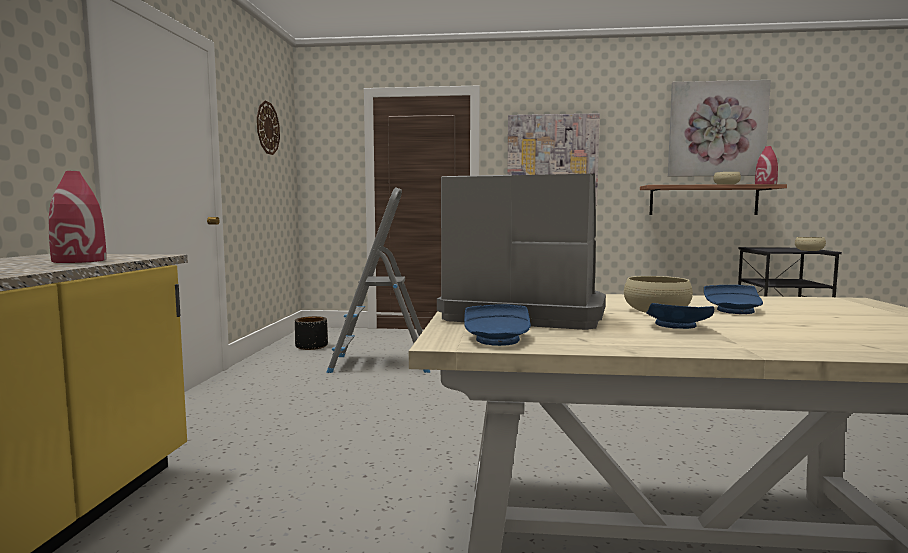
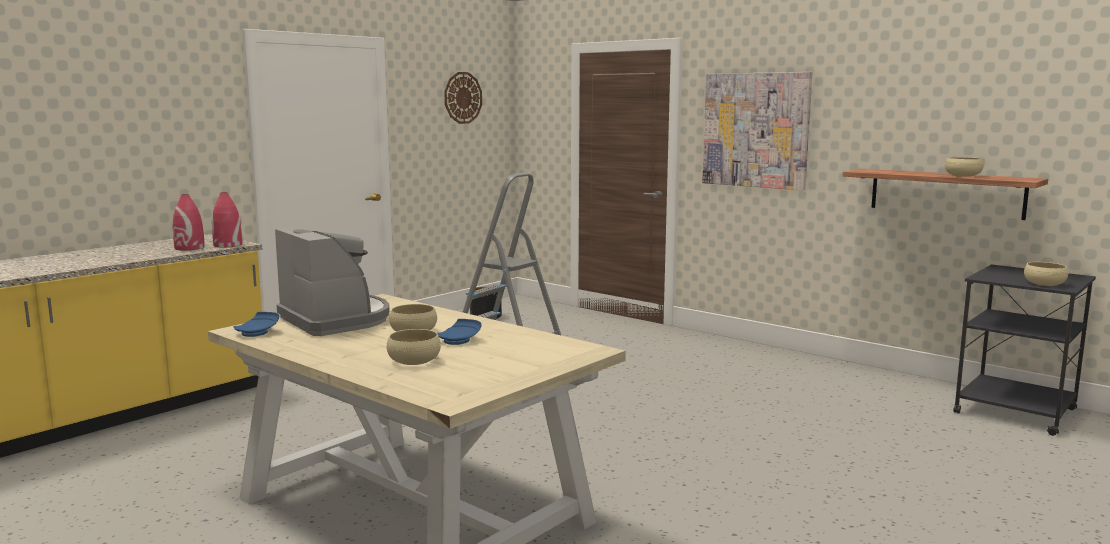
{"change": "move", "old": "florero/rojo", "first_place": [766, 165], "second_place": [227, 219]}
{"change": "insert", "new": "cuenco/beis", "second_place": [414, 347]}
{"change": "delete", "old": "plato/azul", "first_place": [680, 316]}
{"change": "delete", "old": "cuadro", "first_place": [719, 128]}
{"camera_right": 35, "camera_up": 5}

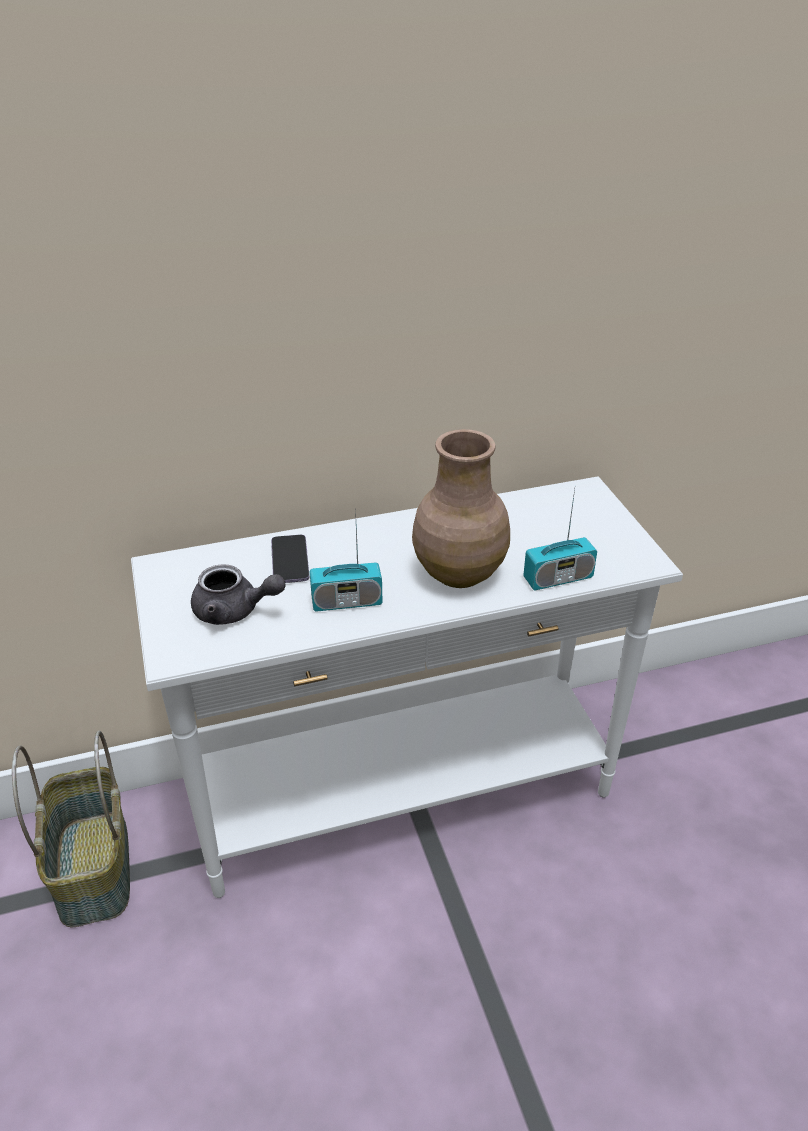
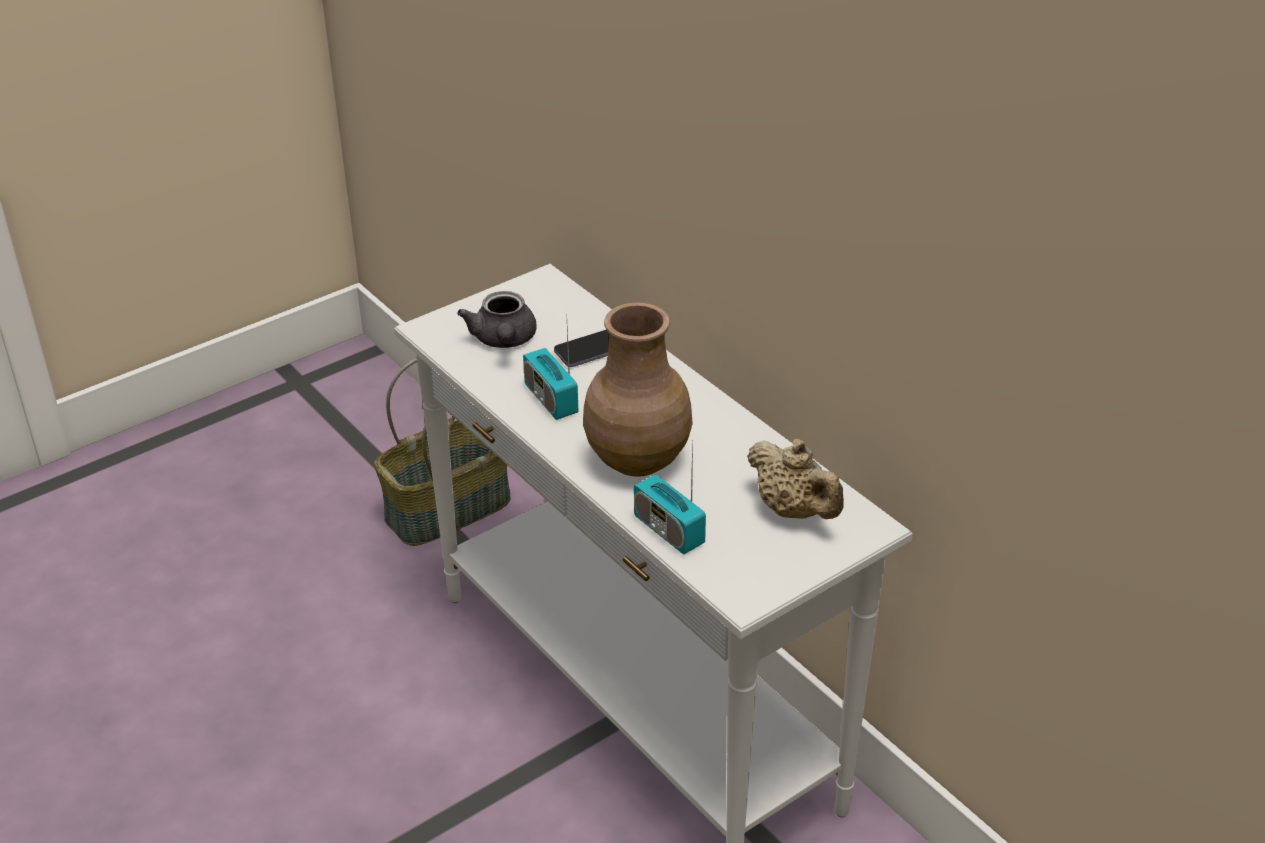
{"change": "insert", "new": "tetera/beis", "second_place": [795, 479]}
{"camera_right": 70, "camera_up": 0}

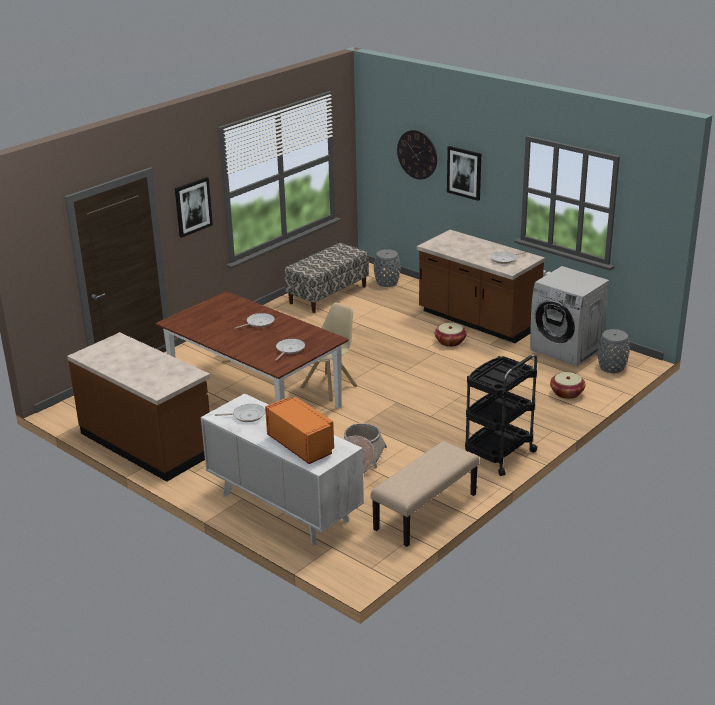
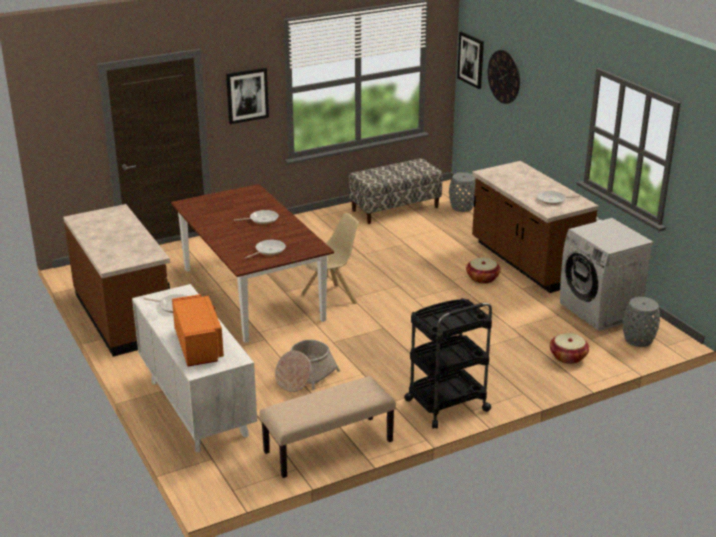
{"change": "move", "old": "cuadro", "first_place": [464, 173], "second_place": [470, 60]}
{"camera_right": 20, "camera_up": 0}

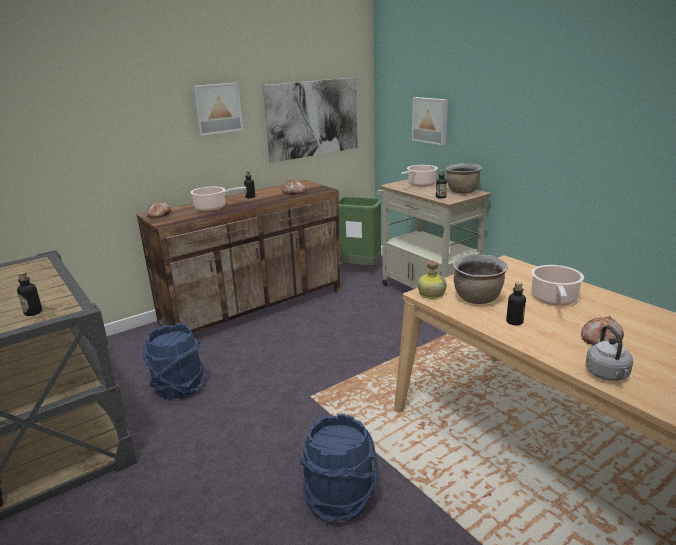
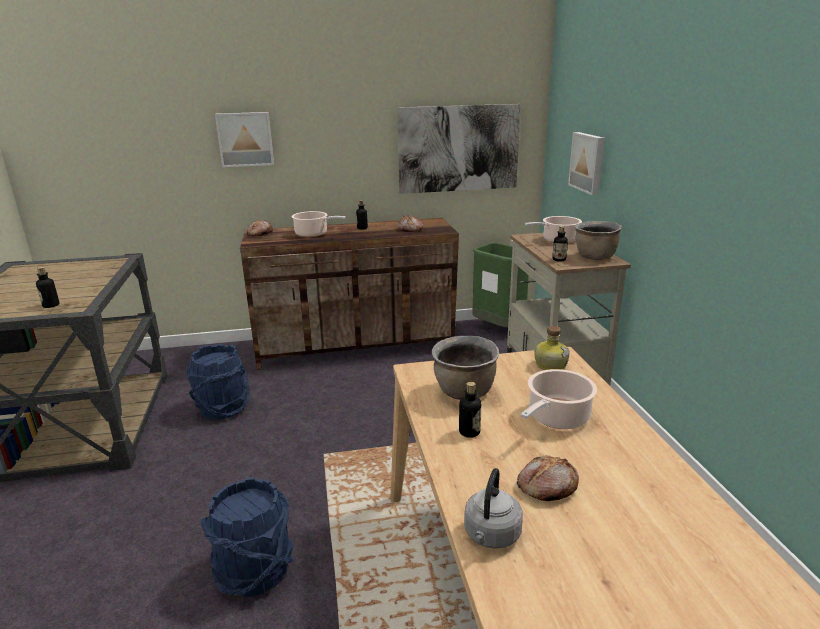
{"change": "move", "old": "cuadro", "first_place": [217, 109], "second_place": [244, 139]}
{"change": "move", "old": "botella", "first_place": [432, 280], "second_place": [552, 348]}
{"camera_right": 25, "camera_up": 0}

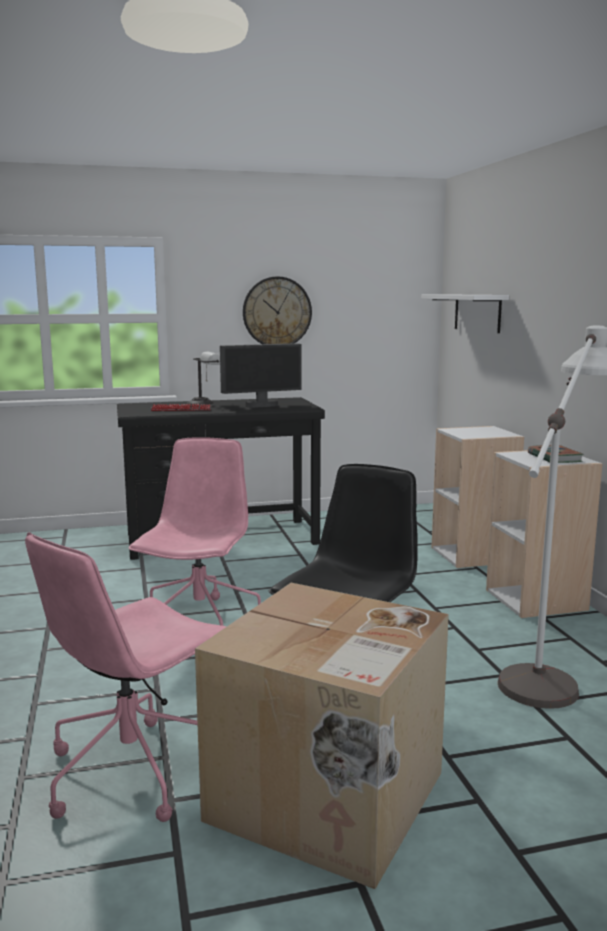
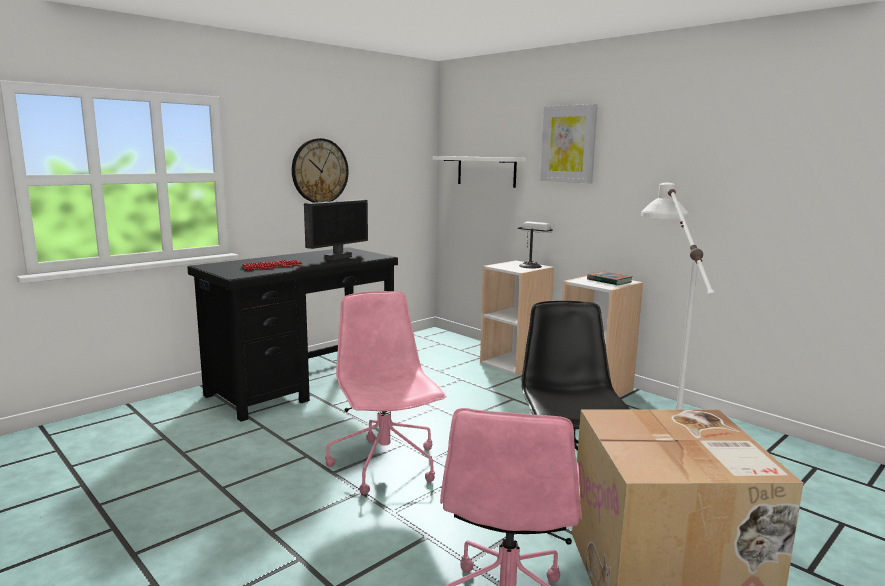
{"change": "move", "old": "lámpara de mesa", "first_place": [203, 378], "second_place": [535, 245]}
{"change": "insert", "new": "cuadro", "second_place": [569, 143]}
{"camera_right": -30, "camera_up": 0}

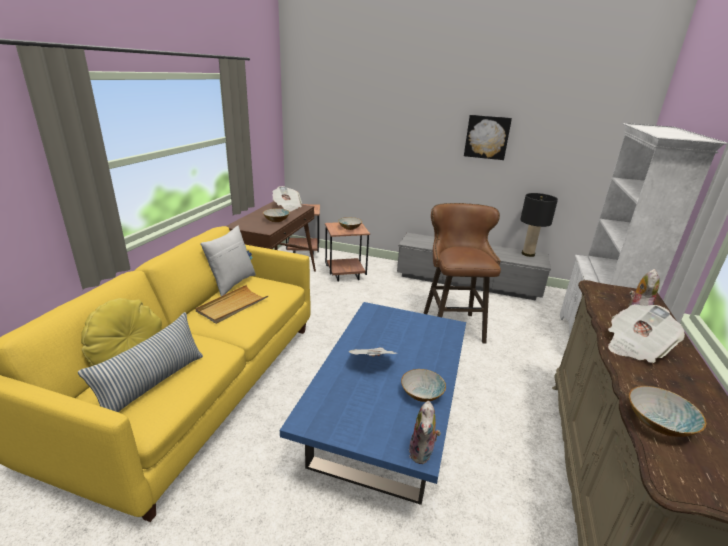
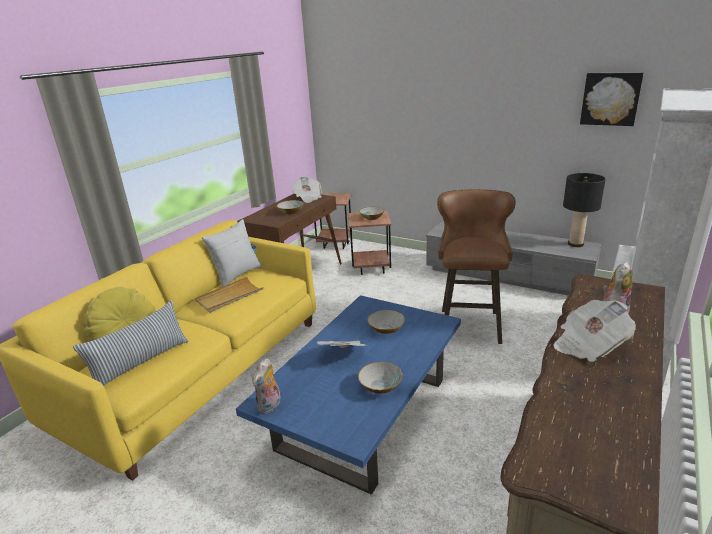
{"change": "move", "old": "peluche", "first_place": [425, 432], "second_place": [266, 386]}
{"change": "move", "old": "cuenco", "first_place": [667, 411], "second_place": [386, 322]}
{"change": "move", "old": "cuadro", "first_place": [488, 137], "second_place": [612, 99]}
{"camera_right": 15, "camera_up": 0}

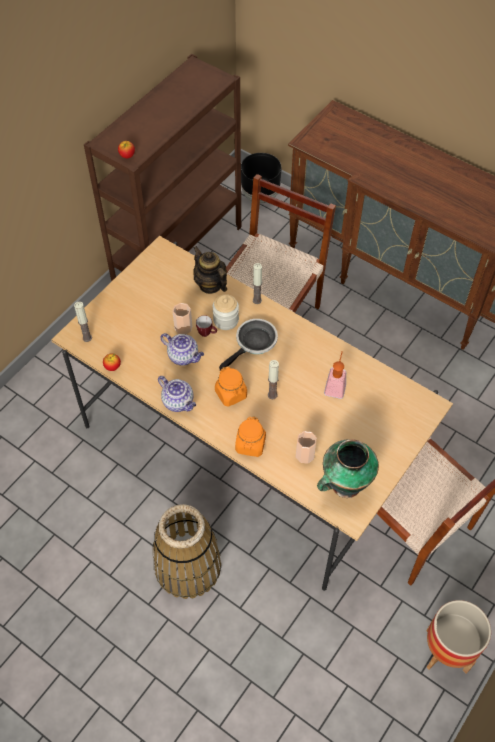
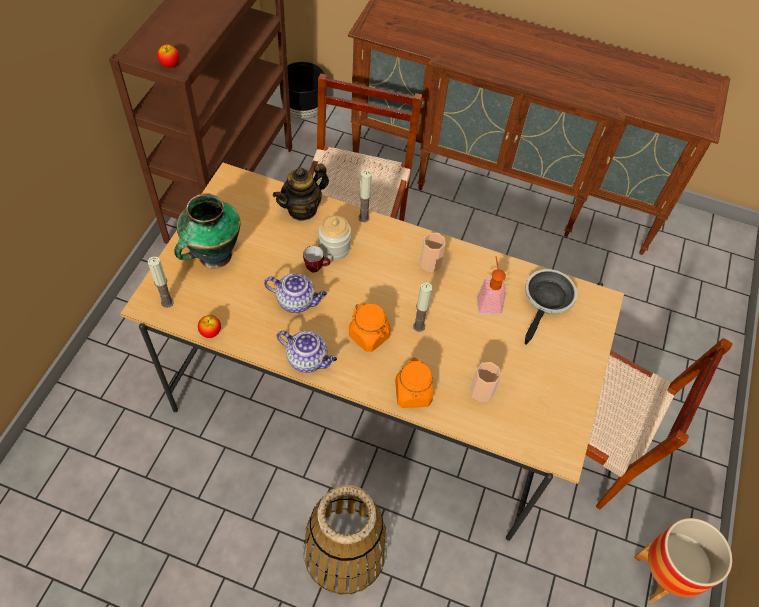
{"change": "move", "old": "florero", "first_place": [348, 468], "second_place": [207, 231]}
{"change": "rotate", "old": "tetera", "first_place": [210, 270], "second_place": [301, 192], "degrees": -75}
{"change": "move", "old": "taza", "first_place": [182, 318], "second_place": [433, 252]}
{"change": "move", "old": "sartén", "first_place": [248, 345], "second_place": [551, 307]}
{"camera_right": -20, "camera_up": 0}

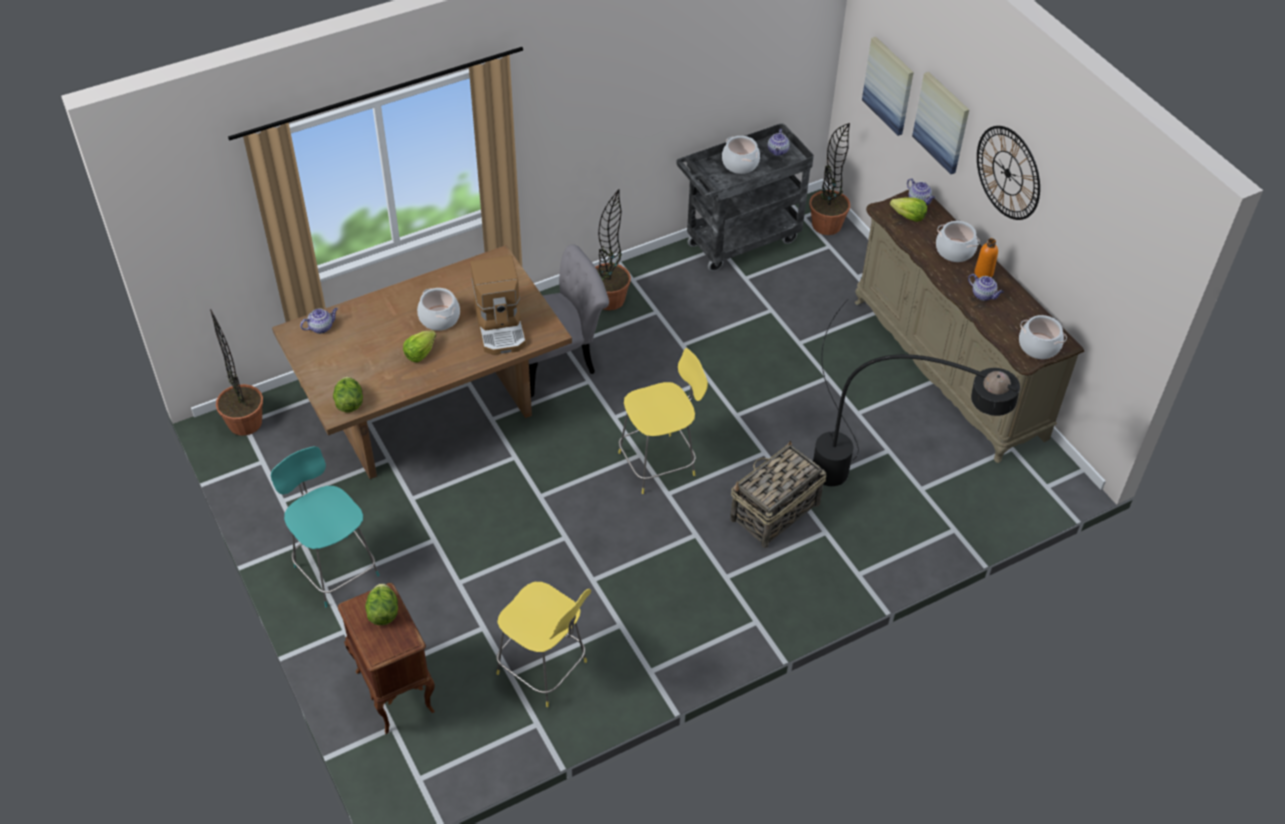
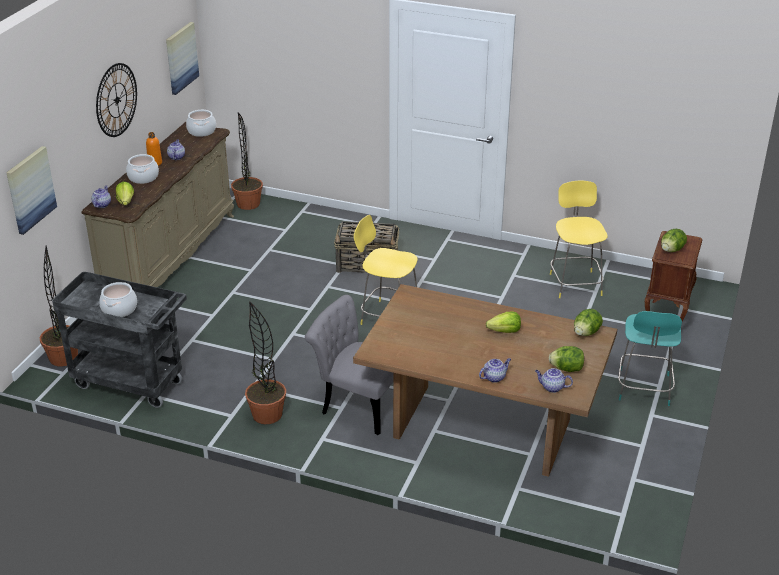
{"change": "move", "old": "cuadro", "first_place": [940, 123], "second_place": [182, 58]}
{"change": "move", "old": "planta en maceta", "first_place": [236, 372], "second_place": [247, 161]}
{"change": "move", "old": "tetera", "first_place": [779, 142], "second_place": [495, 370]}
{"change": "insert", "new": "lechuga", "second_place": [566, 359]}
{"change": "delete", "old": "olla", "first_place": [438, 309]}
{"change": "delete", "old": "cafetera", "first_place": [498, 305]}
{"change": "delete", "old": "lámpara de pie/negro", "first_place": [916, 392]}
{"camera_right": -130, "camera_up": -15}

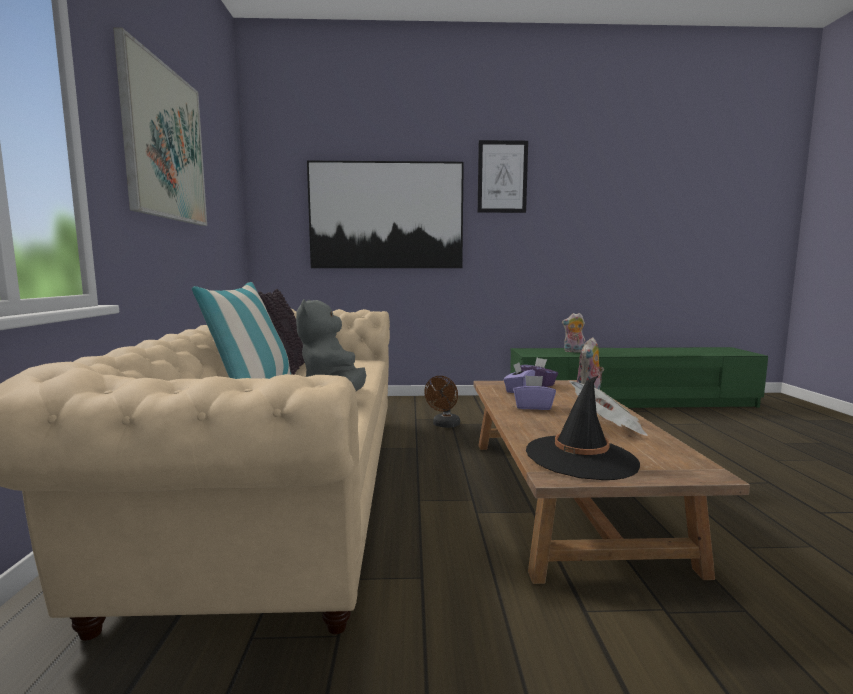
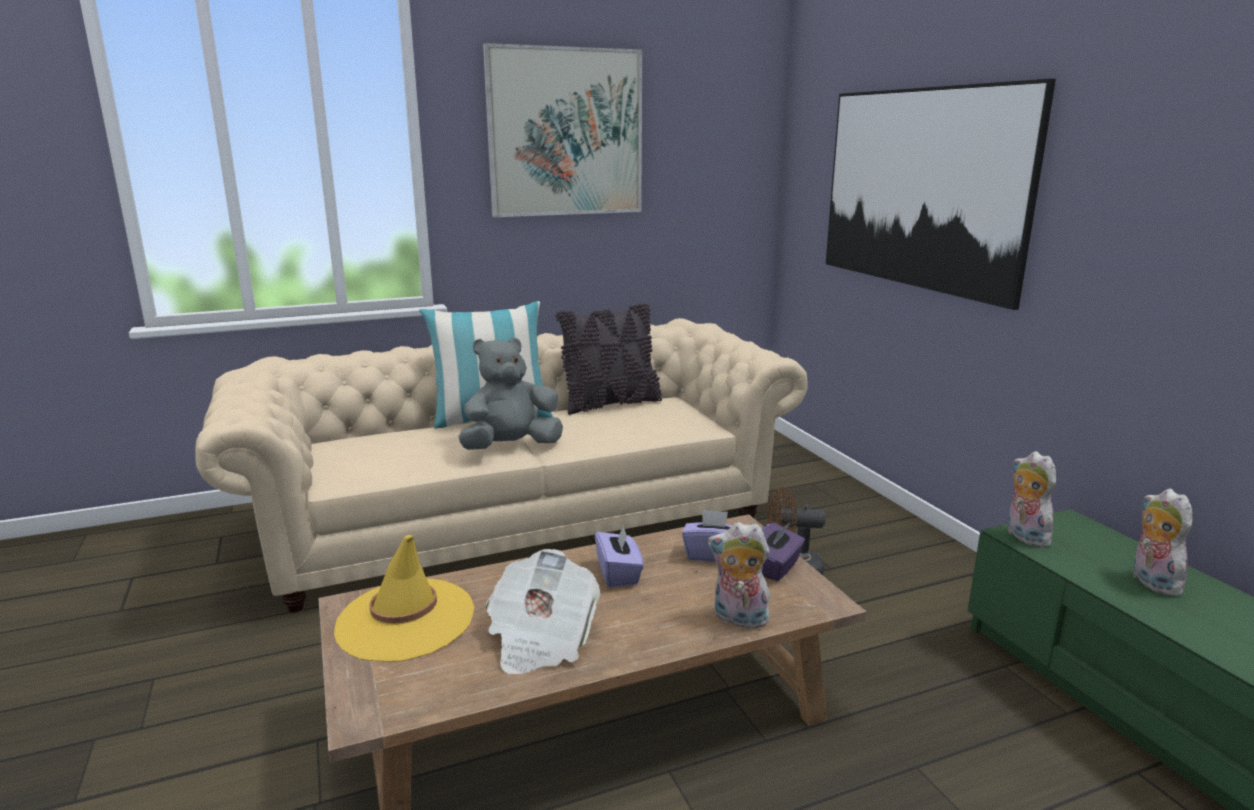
{"change": "recolor", "old": "sombrero/negro", "new": "sombrero/amarillo", "first_place": [583, 427], "second_place": [404, 598]}
{"change": "insert", "new": "peluche", "second_place": [1032, 499]}
{"change": "delete", "old": "cuadro", "first_place": [503, 176]}
{"camera_right": 70, "camera_up": 10}

